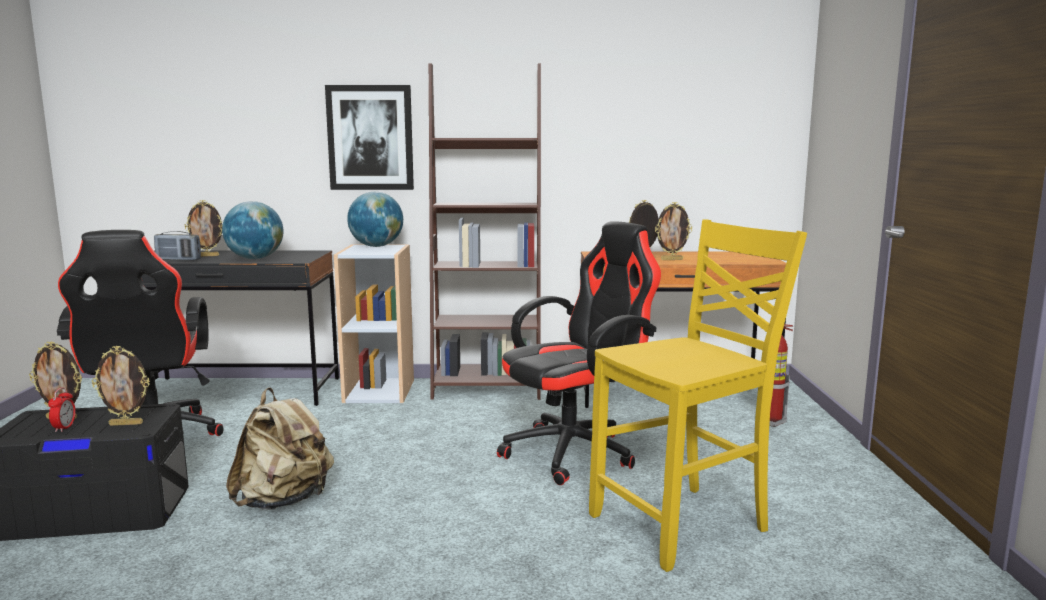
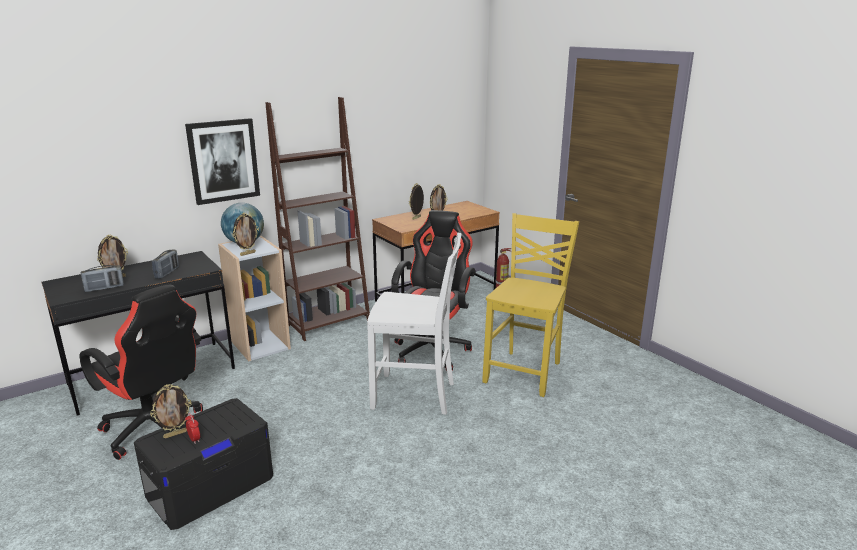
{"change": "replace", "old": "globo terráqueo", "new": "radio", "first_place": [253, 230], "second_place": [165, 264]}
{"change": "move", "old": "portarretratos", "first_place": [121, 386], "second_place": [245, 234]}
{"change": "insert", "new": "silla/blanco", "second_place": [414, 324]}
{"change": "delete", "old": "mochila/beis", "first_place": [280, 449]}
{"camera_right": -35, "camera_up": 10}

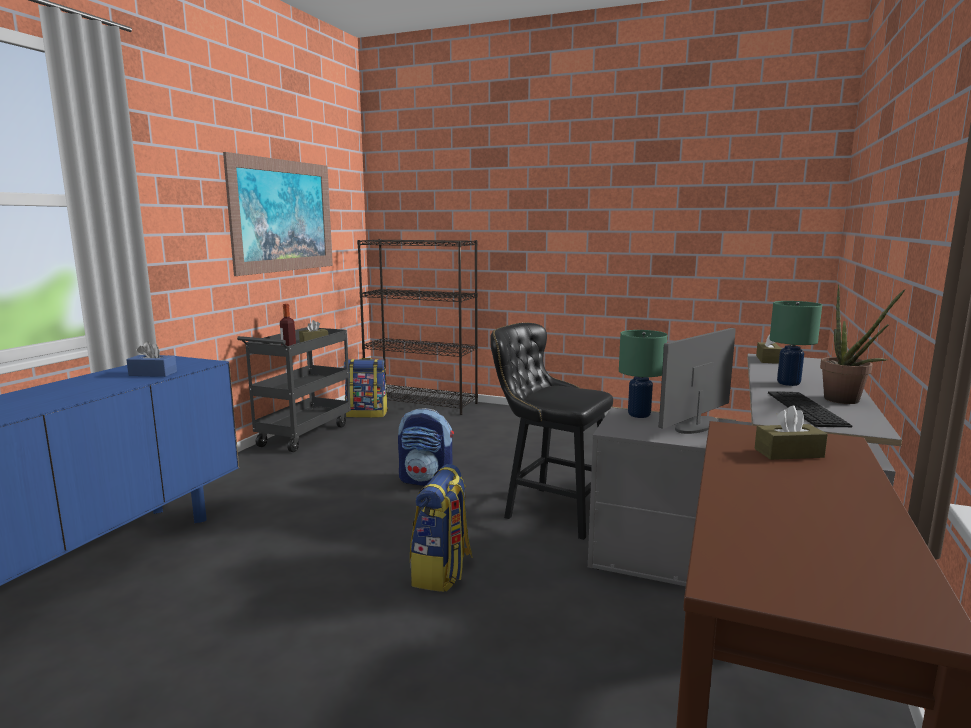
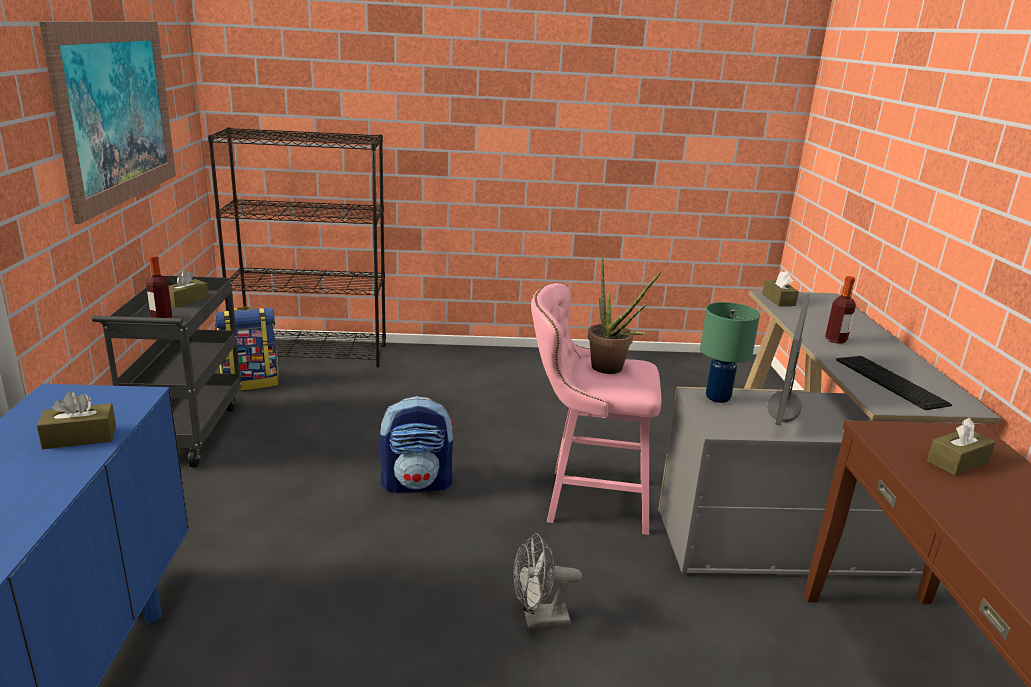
{"change": "recolor", "old": "caja de pañuelos/azul", "new": "caja de pañuelos/marrón", "first_place": [151, 359], "second_place": [76, 420]}
{"change": "replace", "old": "mochila", "new": "ventilador/gris", "first_place": [441, 528], "second_place": [547, 581]}
{"change": "recolor", "old": "taburete/negro", "new": "taburete/rosa", "first_place": [551, 431], "second_place": [596, 409]}
{"change": "move", "old": "planta en maceta", "first_place": [862, 344], "second_place": [624, 315]}
{"change": "replace", "old": "lámpara de mesa/verde", "new": "botella", "first_place": [796, 343], "second_place": [840, 309]}
{"camera_right": -25, "camera_up": 10}

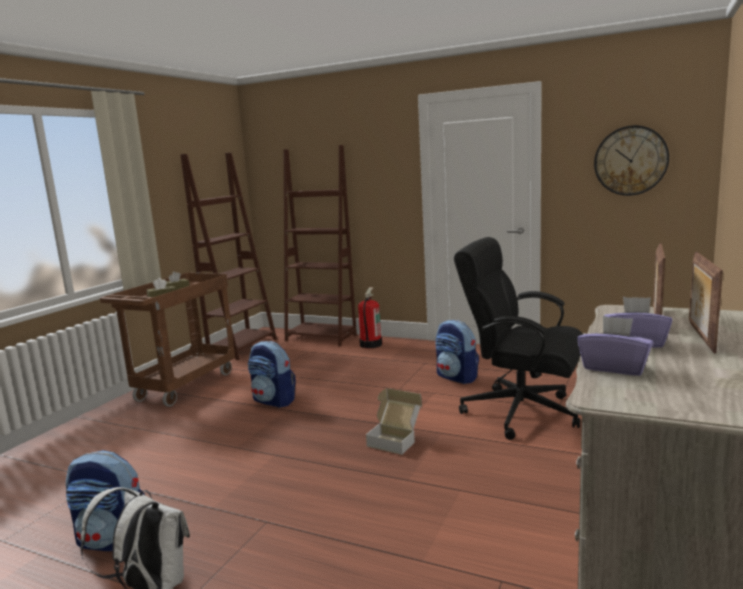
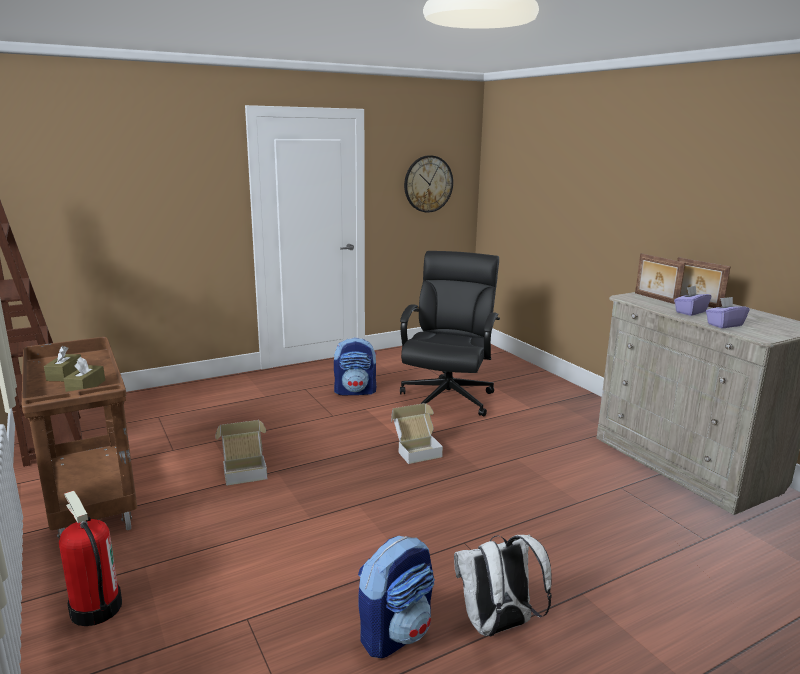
{"change": "move", "old": "extintor", "first_place": [370, 317], "second_place": [90, 558]}
{"change": "replace", "old": "mochila", "new": "caja de cartón", "first_place": [272, 374], "second_place": [241, 453]}
{"change": "rotate", "old": "silla de oficina/negro", "first_place": [518, 338], "second_place": [450, 334], "degrees": 135}
{"change": "delete", "old": "estantería/marrón", "first_place": [320, 246]}
{"camera_right": -55, "camera_up": 5}

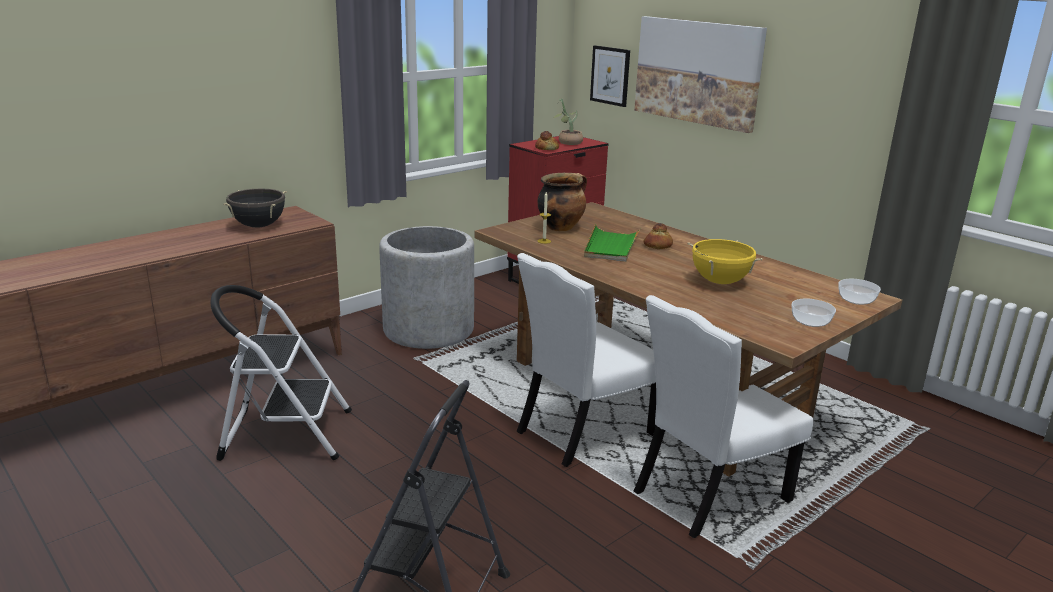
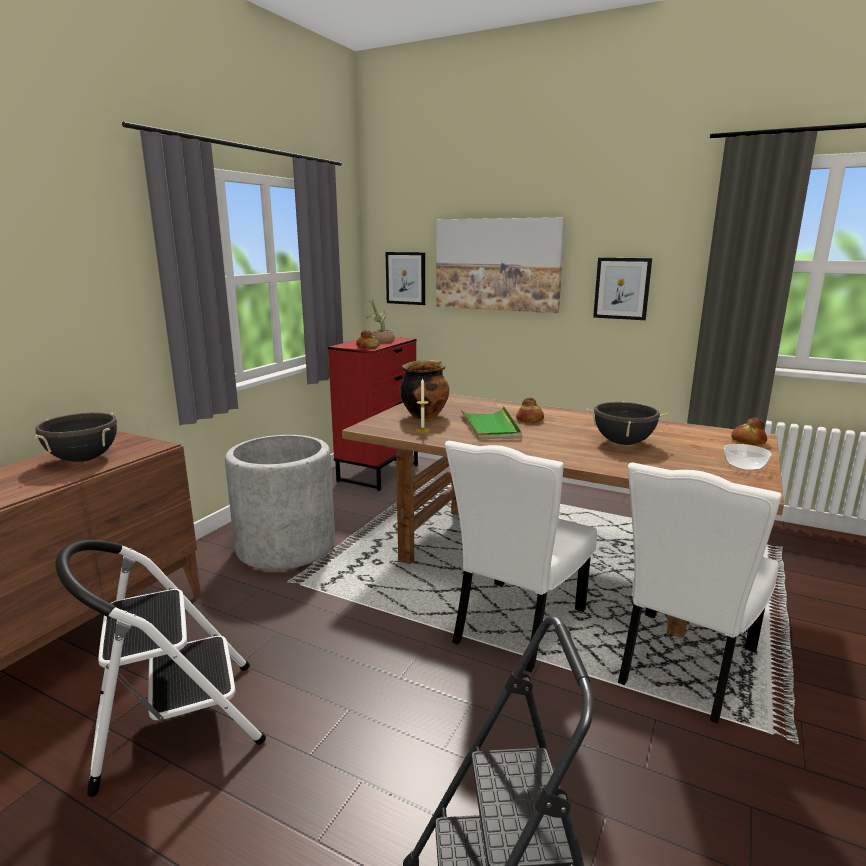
{"change": "recolor", "old": "olla/amarillo", "new": "olla/negro", "first_place": [725, 261], "second_place": [627, 423]}
{"change": "insert", "new": "cuadro", "second_place": [622, 289]}
{"change": "replace", "old": "cuenco", "new": "pan", "first_place": [859, 292], "second_place": [749, 431]}
{"camera_right": -20, "camera_up": -5}

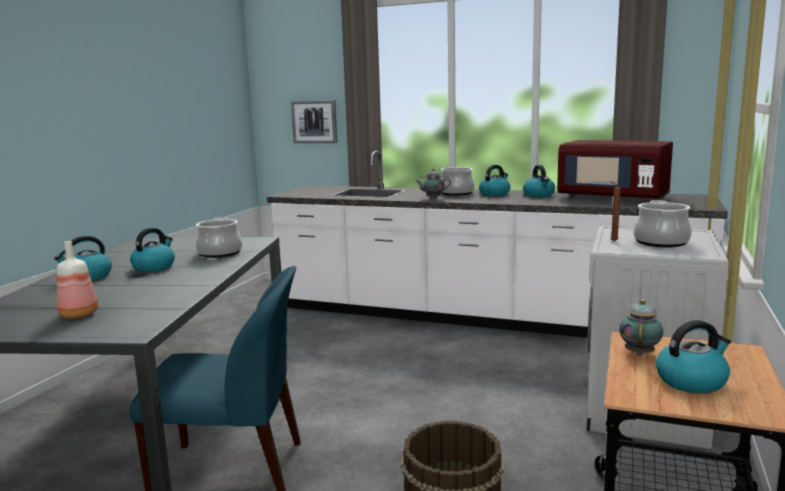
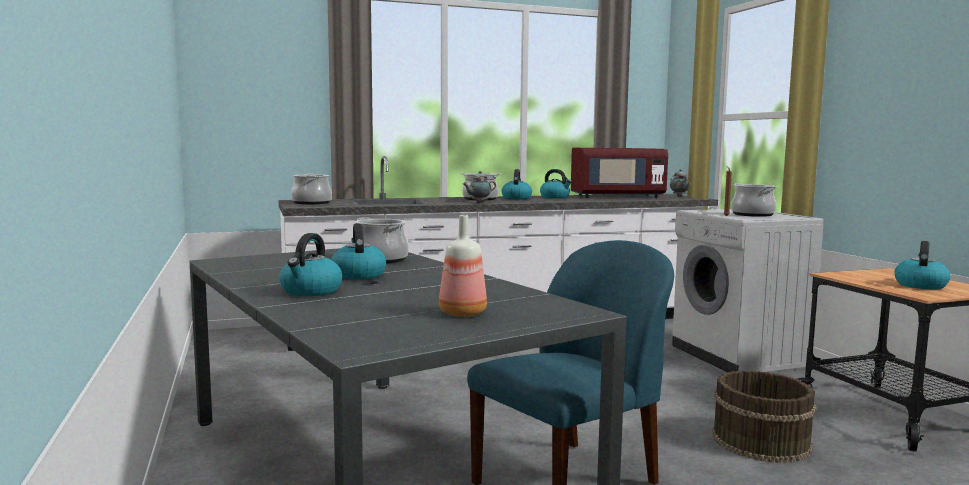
{"change": "insert", "new": "olla", "second_place": [311, 189]}
{"change": "move", "old": "tetera", "first_place": [641, 327], "second_place": [680, 183]}
{"change": "delete", "old": "cuadro", "first_place": [314, 121]}
{"camera_right": -40, "camera_up": -5}

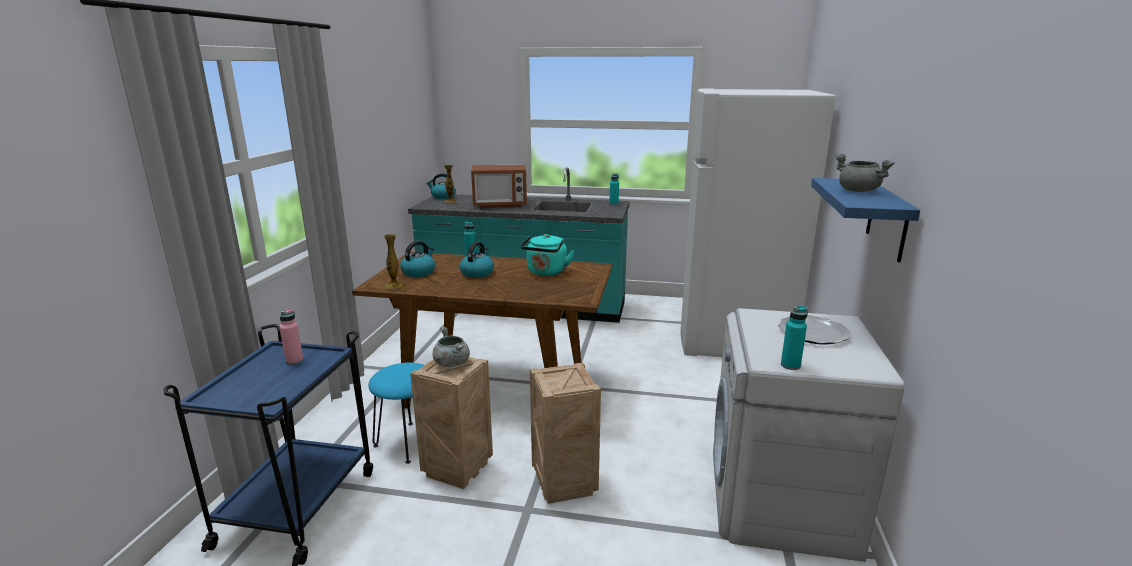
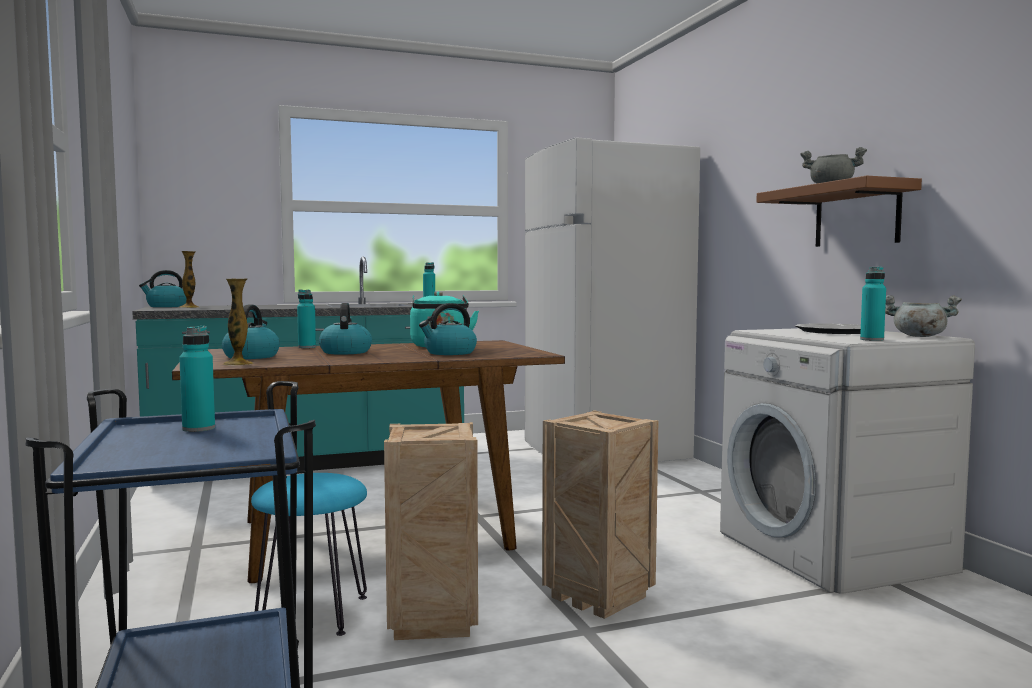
{"change": "recolor", "old": "botella/rosa", "new": "botella/turquesa", "first_place": [291, 336], "second_place": [197, 379]}
{"change": "insert", "new": "hervidor", "second_place": [448, 329]}
{"change": "recolor", "old": "estante/azul", "new": "estante/marrón", "first_place": [865, 220], "second_place": [839, 211]}
{"change": "move", "old": "olla/gris", "first_place": [451, 347], "second_place": [923, 316]}
{"change": "delete", "old": "microondas", "first_place": [499, 186]}
{"camera_right": -30, "camera_up": -15}

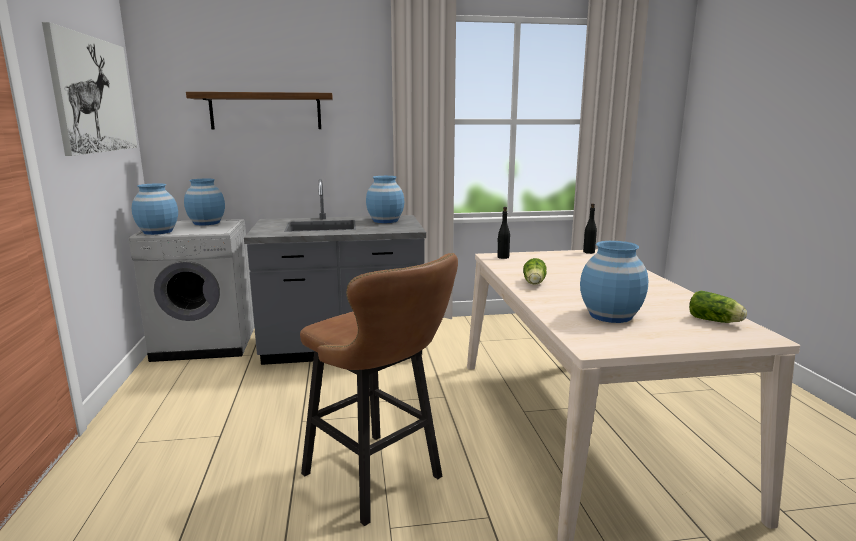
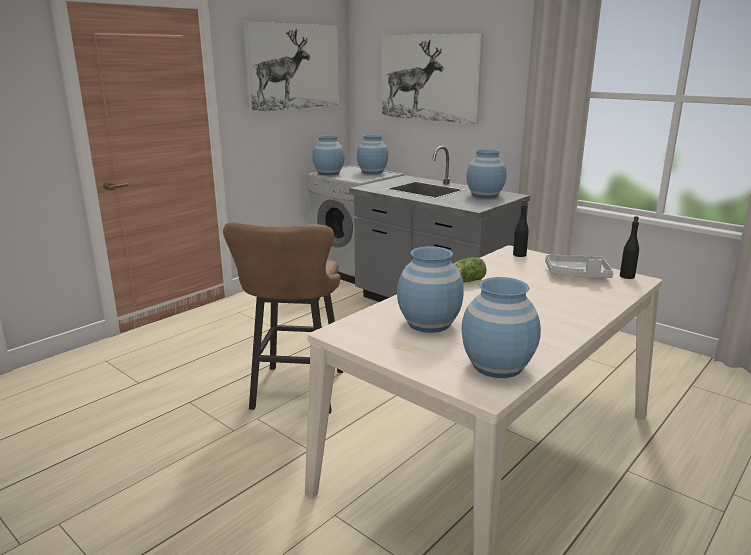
{"change": "replace", "old": "estante", "new": "cuadro", "first_place": [259, 111], "second_place": [433, 78]}
{"change": "replace", "old": "lechuga", "new": "florero/azul", "first_place": [718, 307], "second_place": [501, 327]}
{"change": "insert", "new": "bandeja/gris", "second_place": [579, 266]}
{"camera_right": 50, "camera_up": 5}

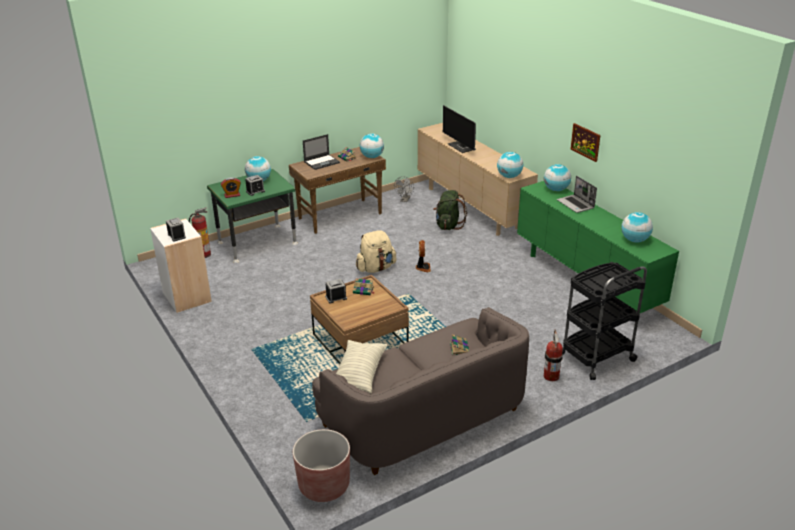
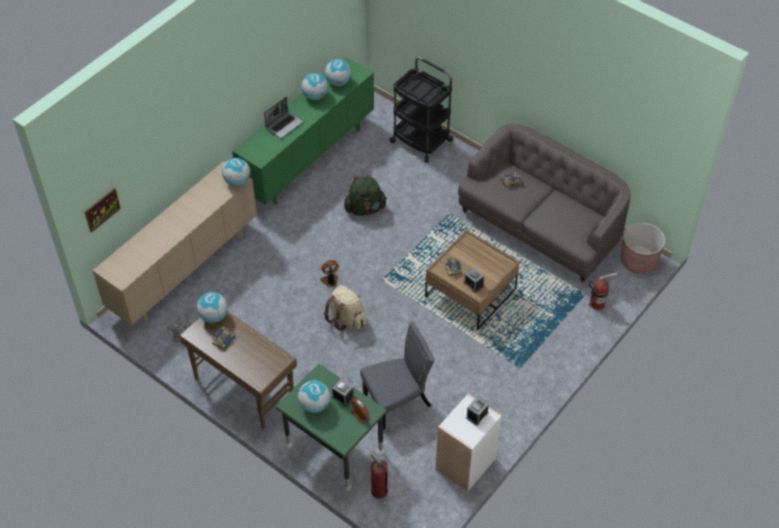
{"change": "move", "old": "cuadro", "first_place": [586, 142], "second_place": [103, 210]}
{"change": "move", "old": "globo terráqueo", "first_place": [557, 177], "second_place": [314, 86]}
{"change": "move", "old": "mochila/verde", "first_place": [450, 210], "second_place": [365, 195]}
{"change": "insert", "new": "silla/gris", "second_place": [397, 376]}
{"change": "move", "old": "extintor", "first_place": [553, 355], "second_place": [603, 291]}
{"change": "delete", "old": "portátil", "first_place": [321, 152]}
{"change": "delete", "old": "cojín", "first_place": [361, 366]}
{"change": "delete", "old": "monitor", "first_place": [459, 129]}
{"camera_right": -110, "camera_up": 20}

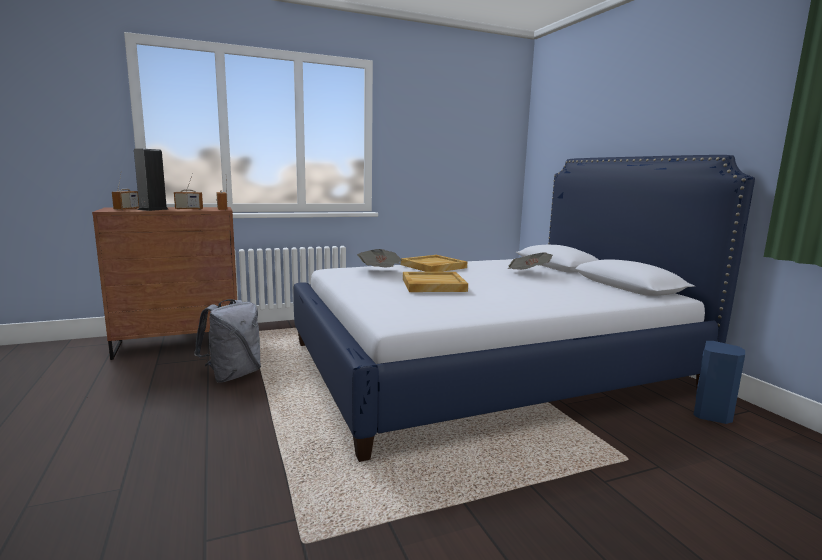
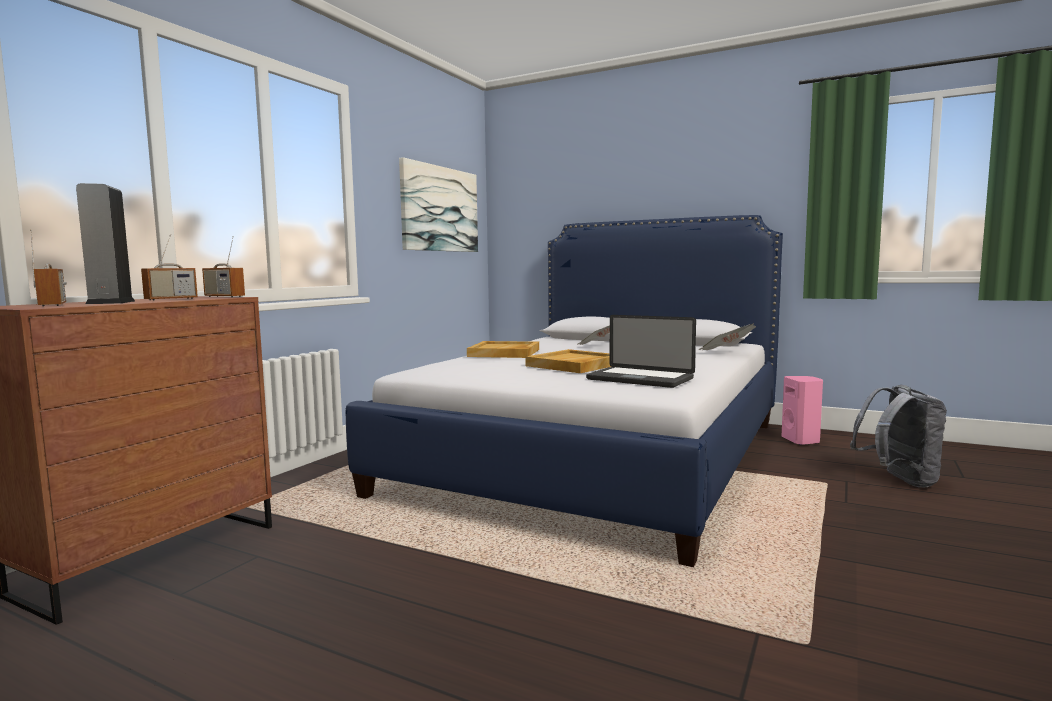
{"change": "insert", "new": "cuadro", "second_place": [438, 204]}
{"change": "insert", "new": "portátil", "second_place": [641, 351]}
{"change": "move", "old": "periódico", "first_place": [379, 258], "second_place": [727, 336]}
{"change": "recolor", "old": "altavoz/azul", "new": "altavoz/rosa", "first_place": [719, 382], "second_place": [802, 410]}
{"change": "move", "old": "mochila/gris", "first_place": [227, 341], "second_place": [898, 436]}
{"camera_right": -40, "camera_up": -5}

